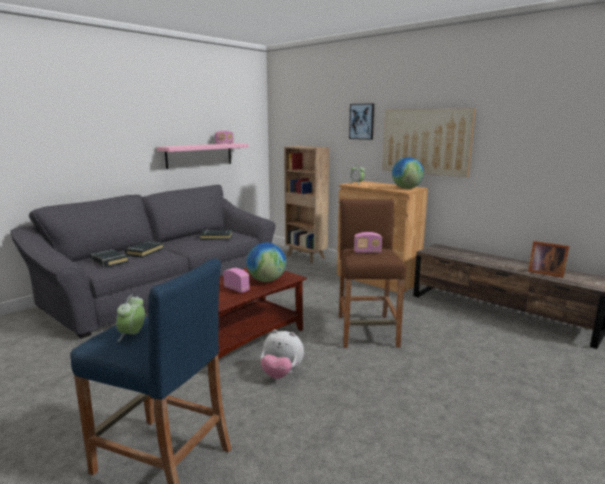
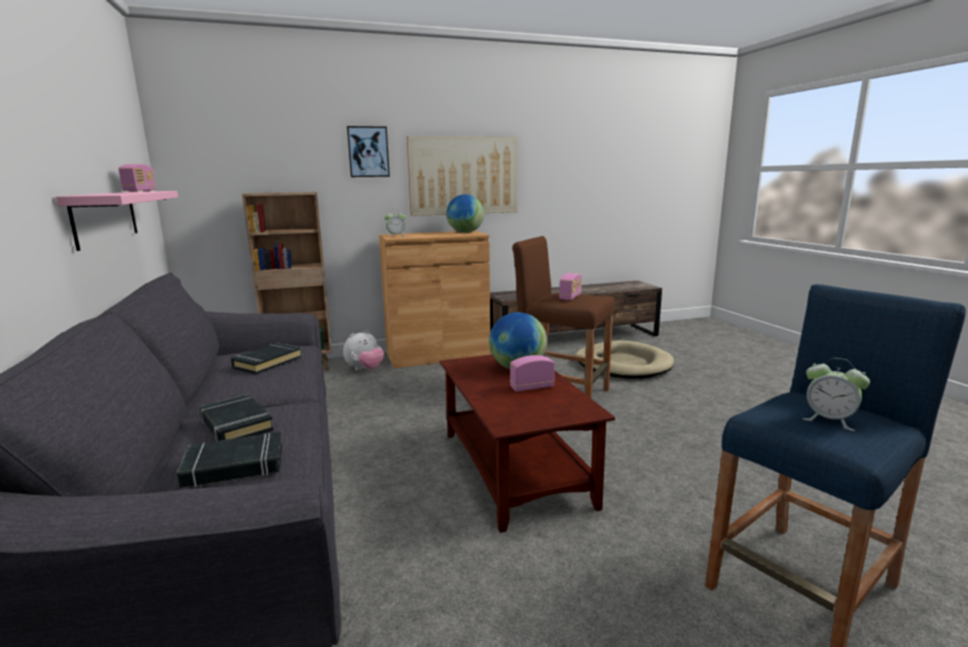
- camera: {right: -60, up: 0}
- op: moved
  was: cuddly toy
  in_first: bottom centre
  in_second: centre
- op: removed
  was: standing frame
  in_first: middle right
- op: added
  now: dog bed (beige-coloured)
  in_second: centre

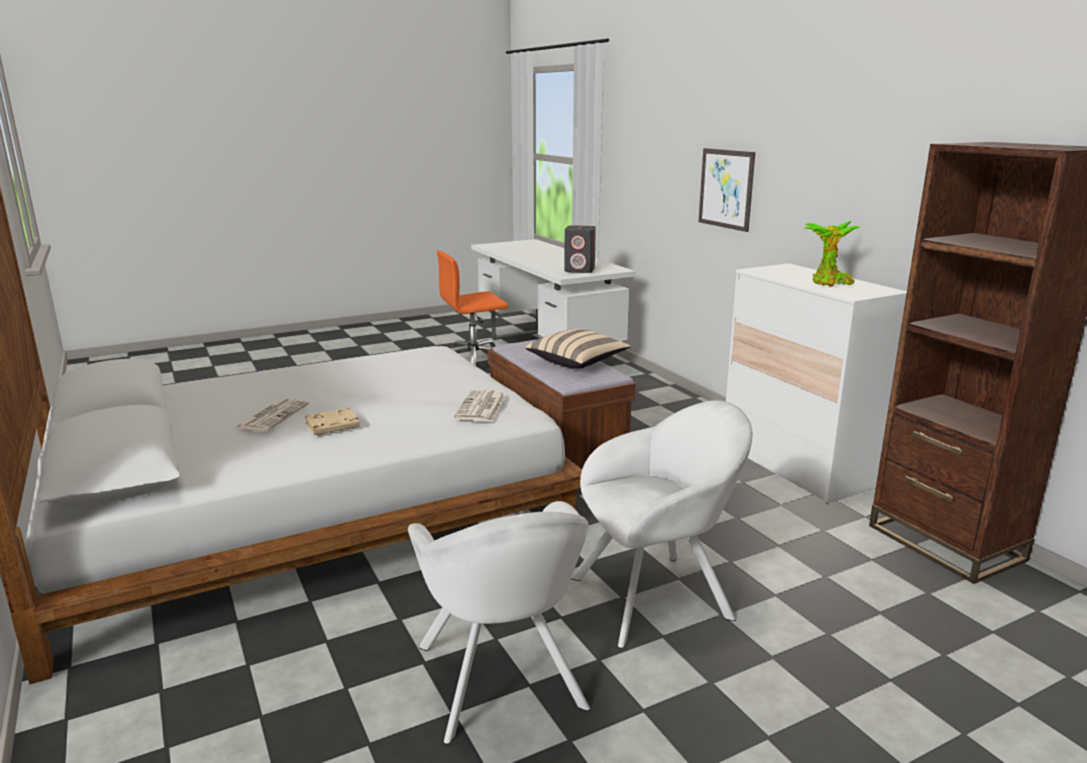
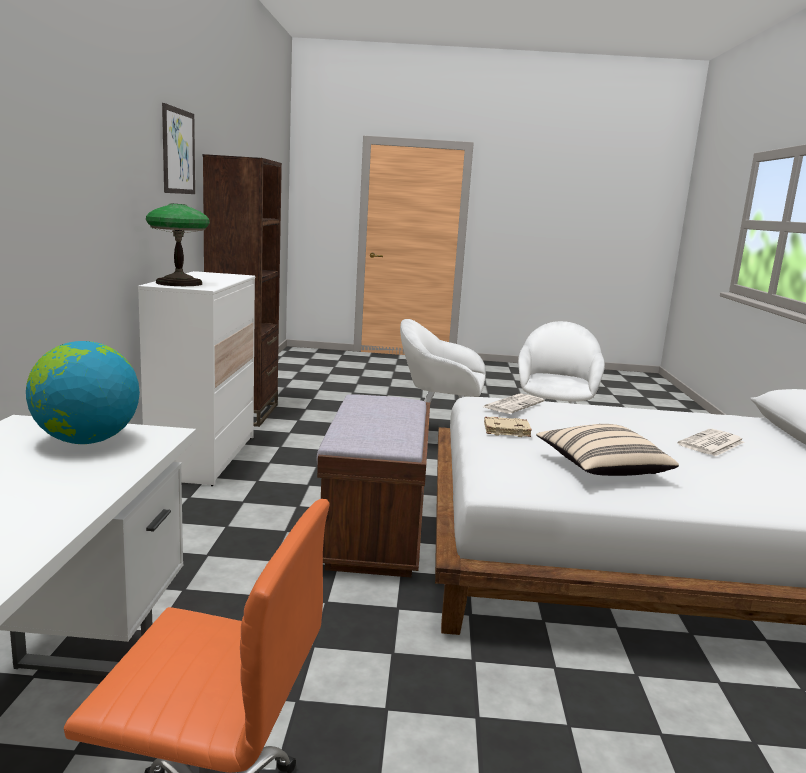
- camera: {right: -150, up: -5}
- op: moved
  was: volume (beige-coloured)
  in_first: middle left
  in_second: centre
- op: moved
  was: throw pillow (beige-coloured)
  in_first: centre
  in_second: middle right
- op: replaced
  was: audio speaker (grey)
  now: desk globe
  in_first: top centre
  in_second: middle left
- op: moved
  was: picture
  in_first: top right
  in_second: top left
- op: removed
  was: potted plant
  in_first: top right
- op: added
  now: lamp for a table
  in_second: top left

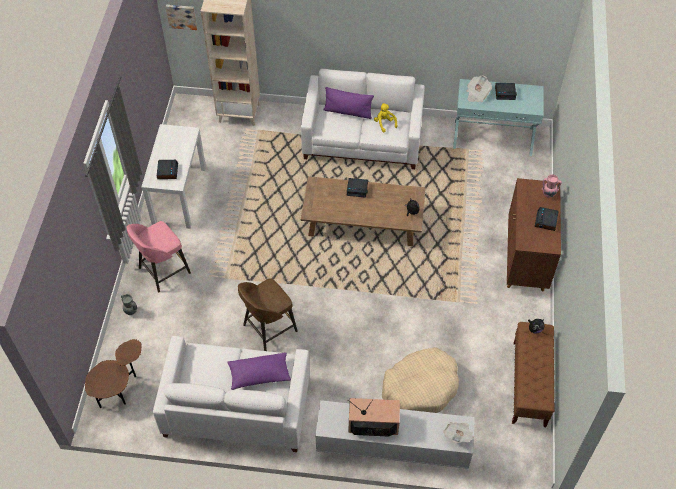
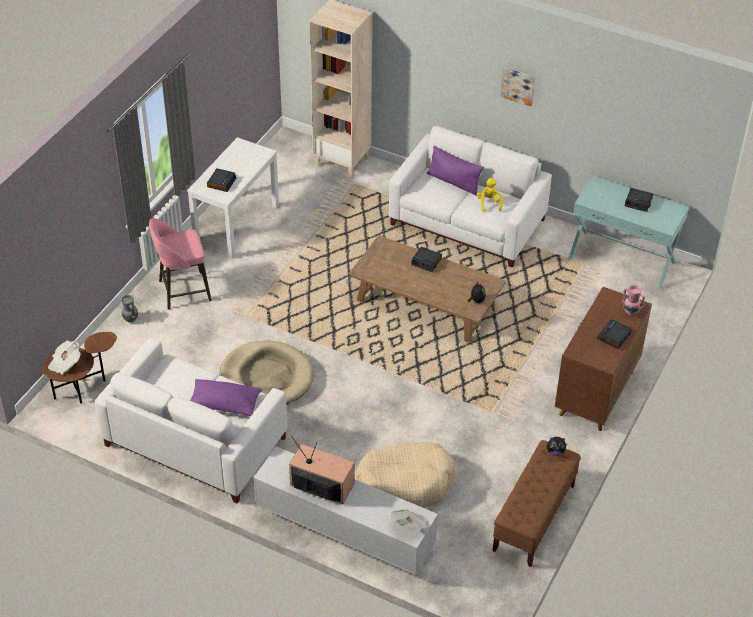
- camera: {right: 20, up: -10}
- op: moved
  was: picture
  in_first: top left
  in_second: top right
- op: replaced
  was: stool seat (brownish)
  now: dog bed (beige-coloured) (1st from left)
  in_first: centre
  in_second: centre
- op: moved
  was: daily paper (2nd from left in the first image)
  now: daily paper (1st from left)
  in_first: top right
  in_second: middle left

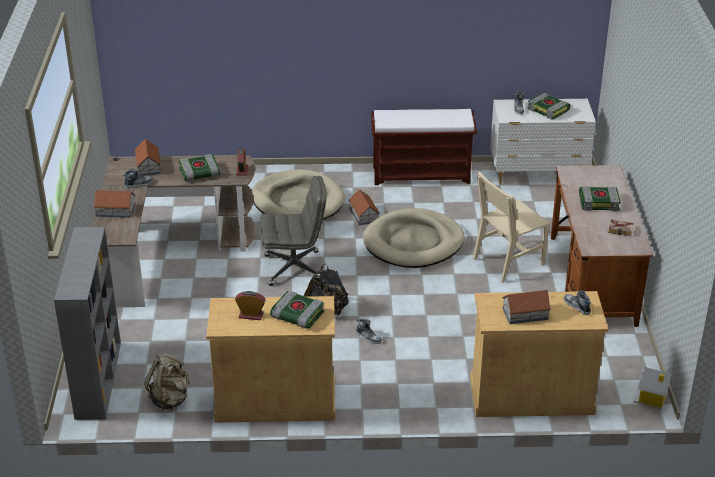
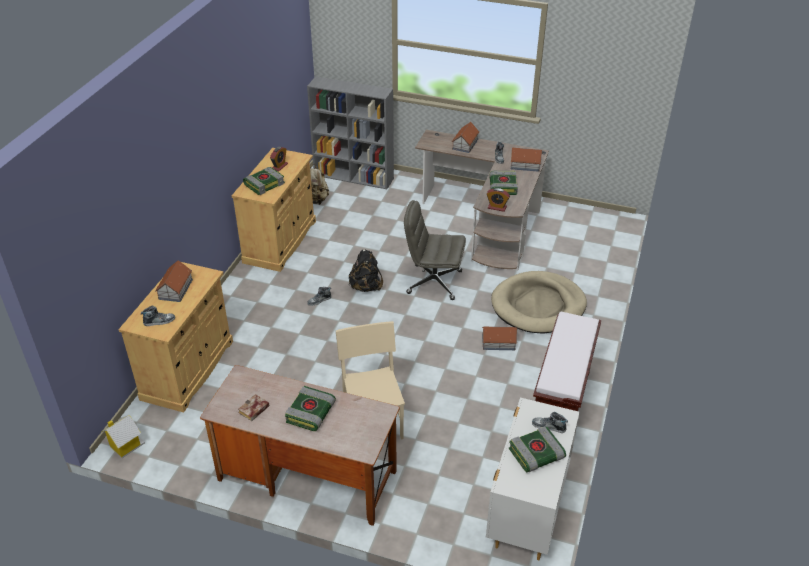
- camera: {right: 110, up: 5}
- op: turned
  was: computer chair (grey)
  in_first: centre
  in_second: centre
  clockwise: 90
- op: removed
  was: dog bed (beige-coloured) (2nd from left)
  in_first: centre

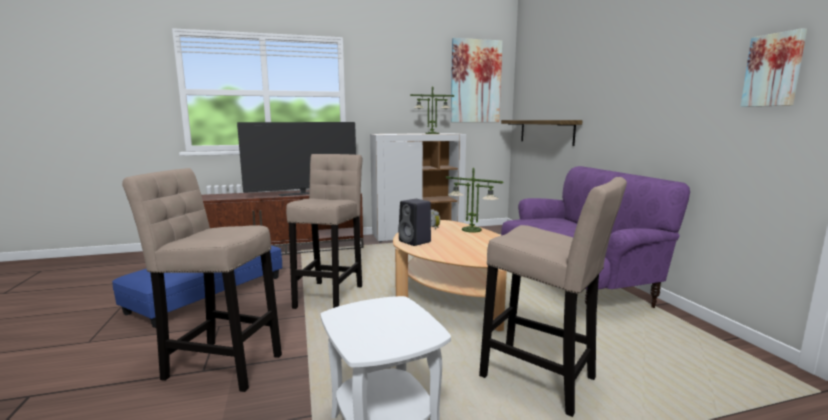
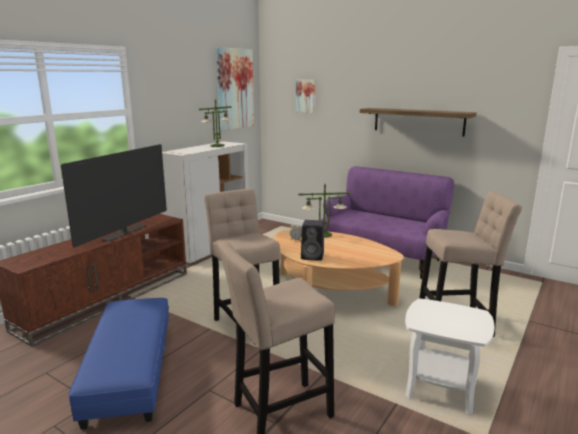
- camera: {right: -40, up: 5}
- op: moved
  was: shelf
  in_first: top centre
  in_second: top right
- op: moved
  was: picture (2nd from left)
  in_first: top right
  in_second: top centre

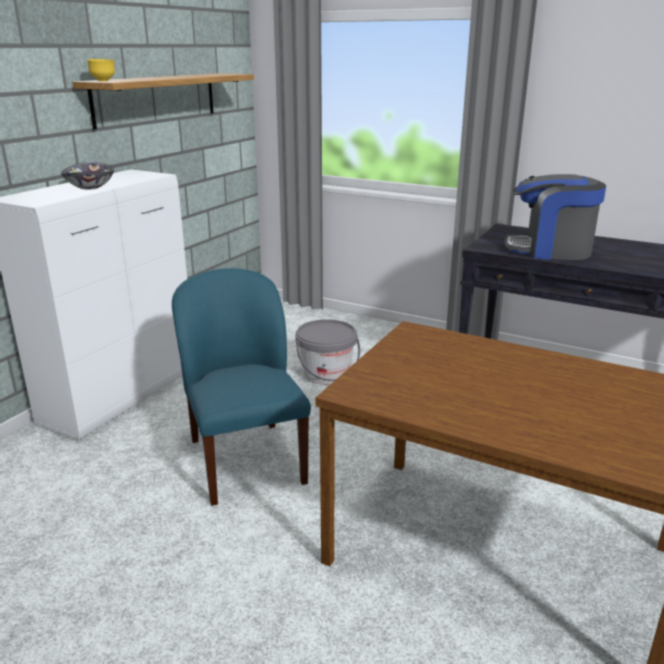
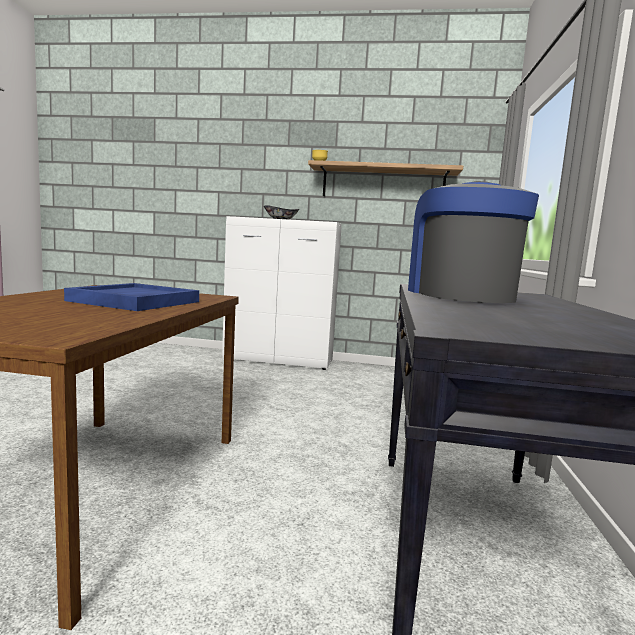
- camera: {right: 70, up: -15}
- op: removed
  was: plain chair (bluish)
  in_first: centre
- op: removed
  was: bucket (grey)
  in_first: centre
- op: added
  now: serving tray (bluish)
  in_second: middle left

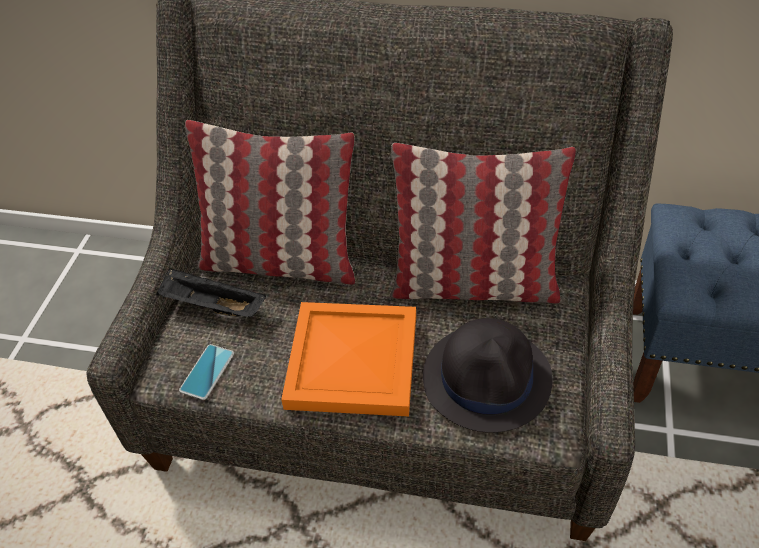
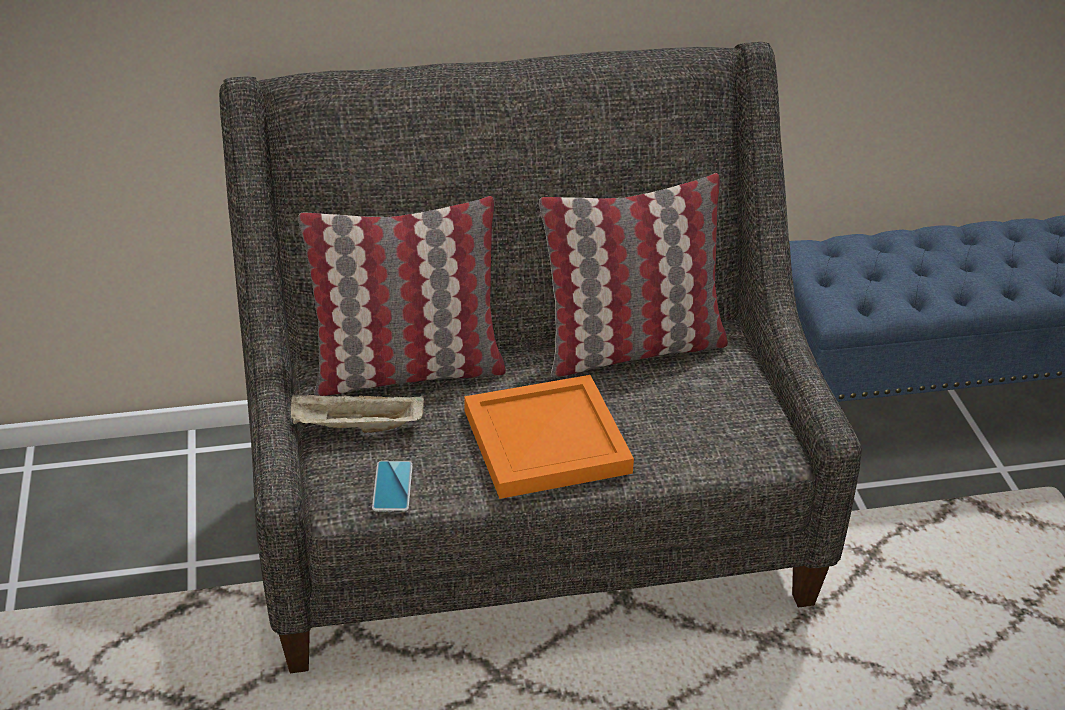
- camera: {right: -25, up: -10}
- op: recoloured
  was: serving tray (black-coloured)
  now: serving tray (beige-coloured)
  in_first: middle left
  in_second: centre
- op: removed
  was: clothing hat (black-coloured)
  in_first: bottom centre

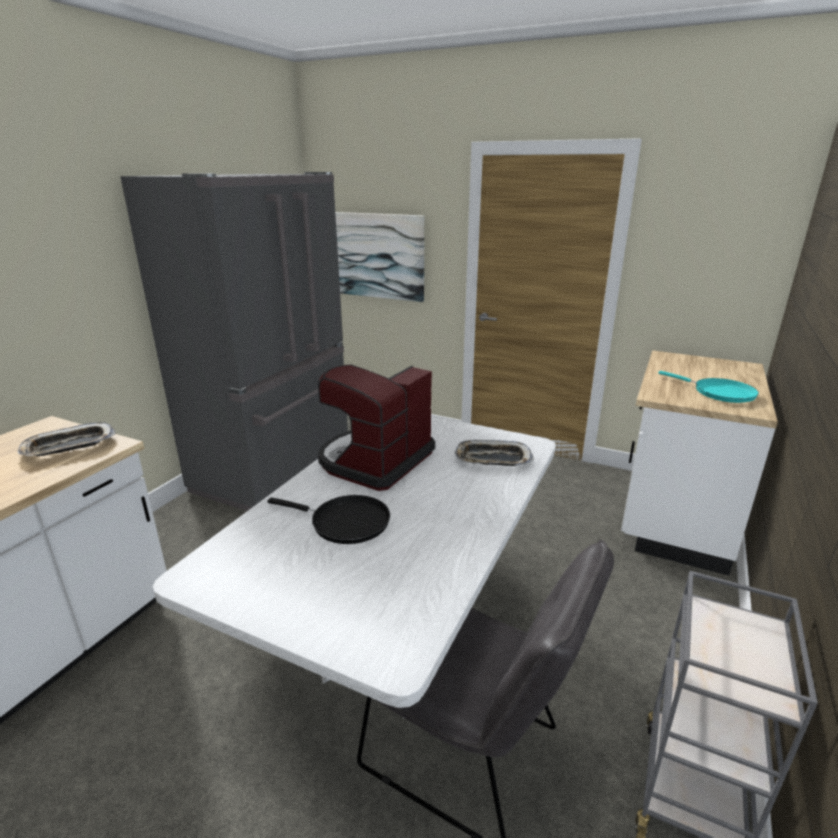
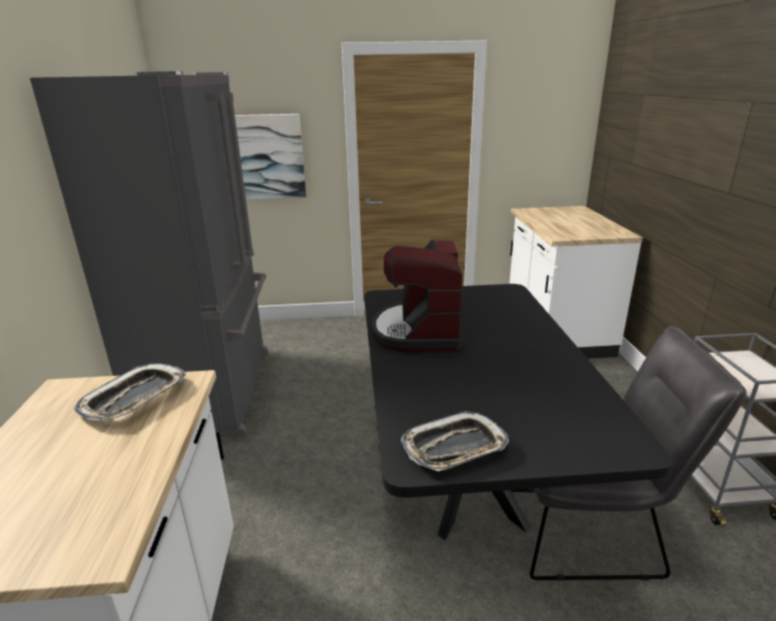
- camera: {right: -30, up: 0}
- op: recoloured
  was: dining table (white-coloured)
  now: dining table (black-coloured)
  in_first: bottom centre
  in_second: middle right
- op: removed
  was: skillet (black-coloured)
  in_first: centre
- op: moved
  was: serving tray (2nd from left)
  in_first: centre
  in_second: bottom centre
- op: removed
  was: skillet (blue-green)
  in_first: middle right

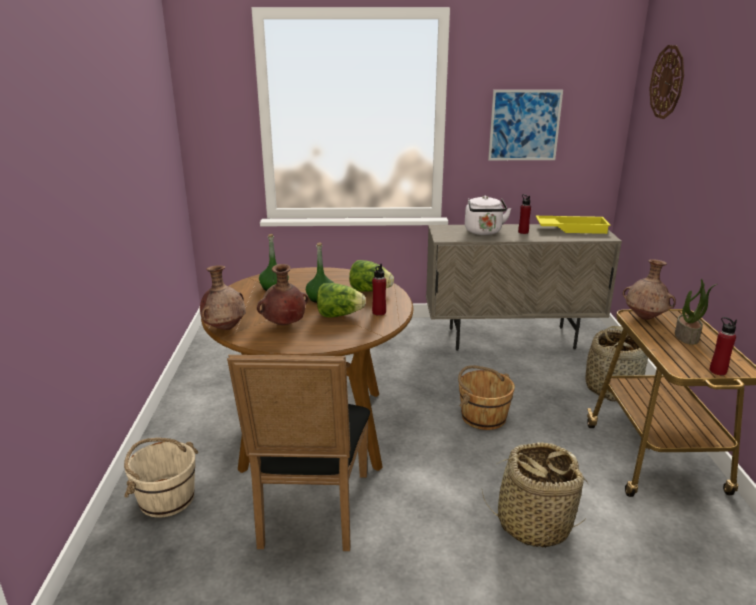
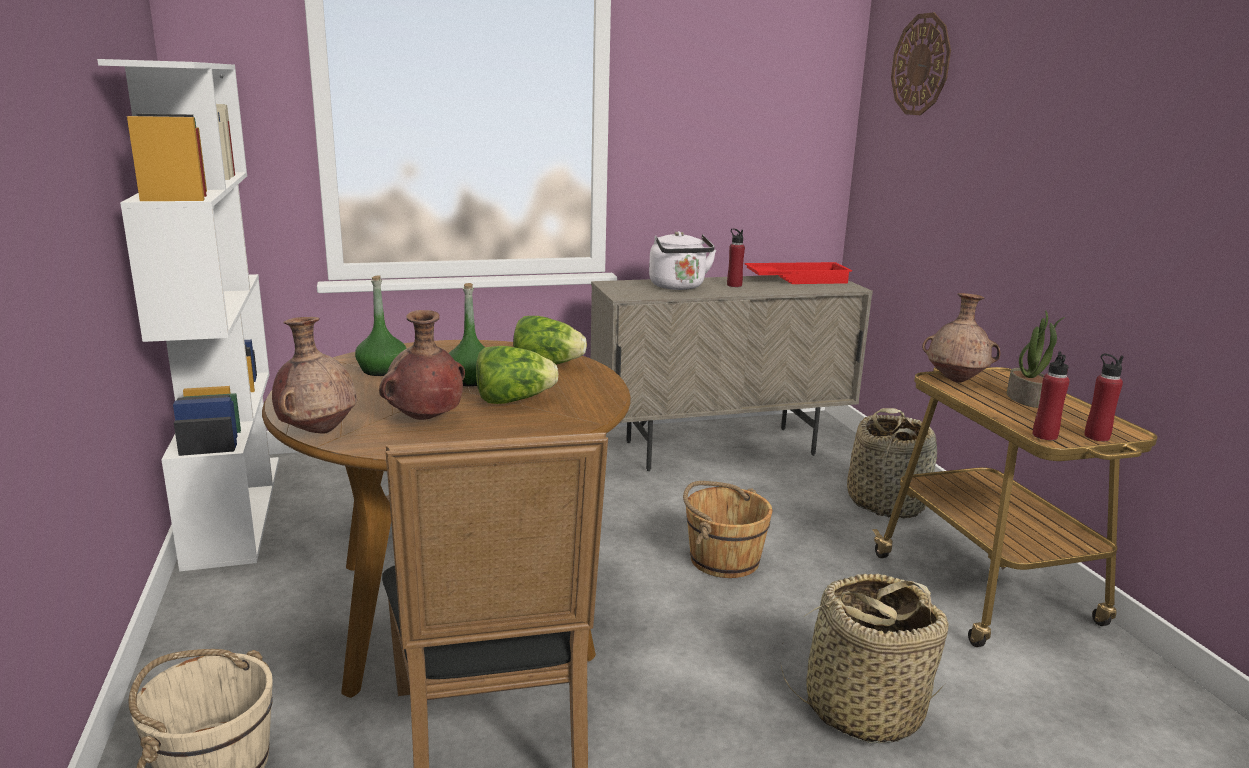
- camera: {right: -15, up: -5}
- op: moved
  was: drink bottle (reddish) (1st from left in the first image)
  now: drink bottle (reddish) (2nd from left)
  in_first: centre
  in_second: middle right
- op: removed
  was: picture
  in_first: top right
- op: recoloured
  was: serving tray (yellow)
  now: serving tray (reddish)
  in_first: middle right
  in_second: centre
- op: added
  now: shelving unit (white-coloured)
  in_second: middle left

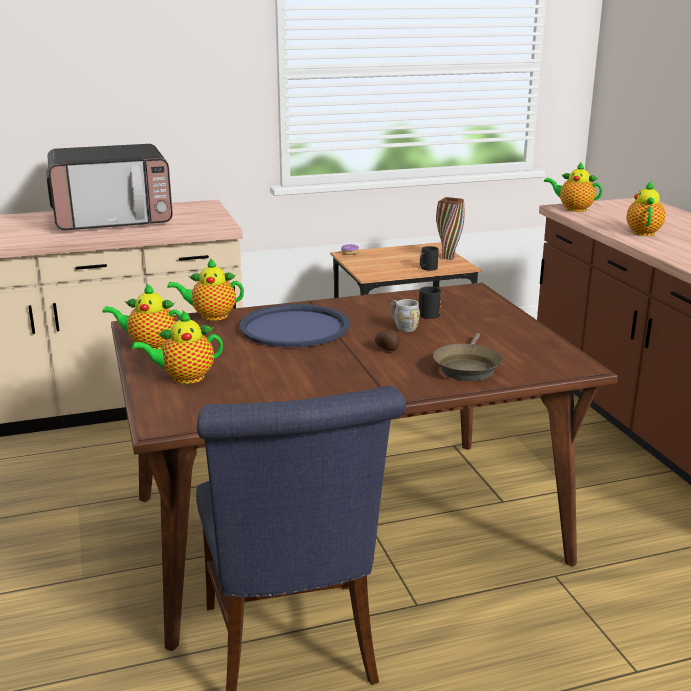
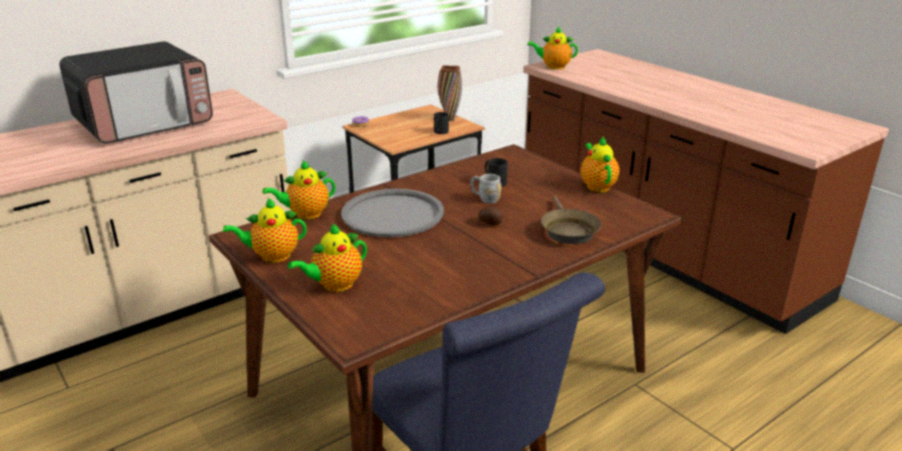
- camera: {right: -20, up: 5}
- op: recoloured
  was: serving tray (bluish)
  now: serving tray (grey)
  in_first: centre
  in_second: centre
- op: moved
  was: tea pot (5th from left)
  in_first: top right
  in_second: centre

